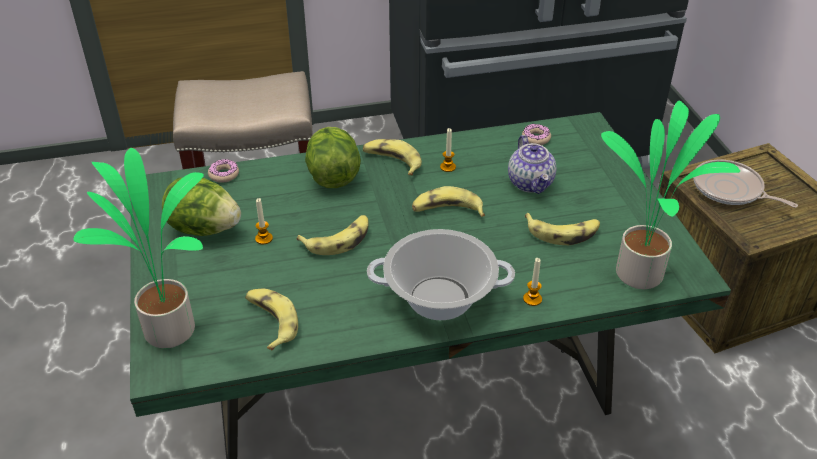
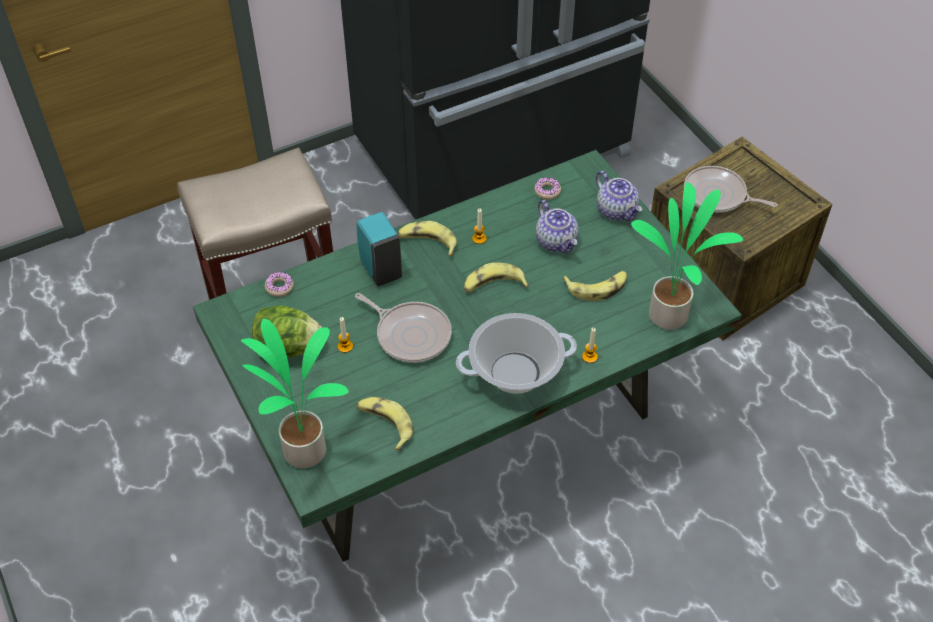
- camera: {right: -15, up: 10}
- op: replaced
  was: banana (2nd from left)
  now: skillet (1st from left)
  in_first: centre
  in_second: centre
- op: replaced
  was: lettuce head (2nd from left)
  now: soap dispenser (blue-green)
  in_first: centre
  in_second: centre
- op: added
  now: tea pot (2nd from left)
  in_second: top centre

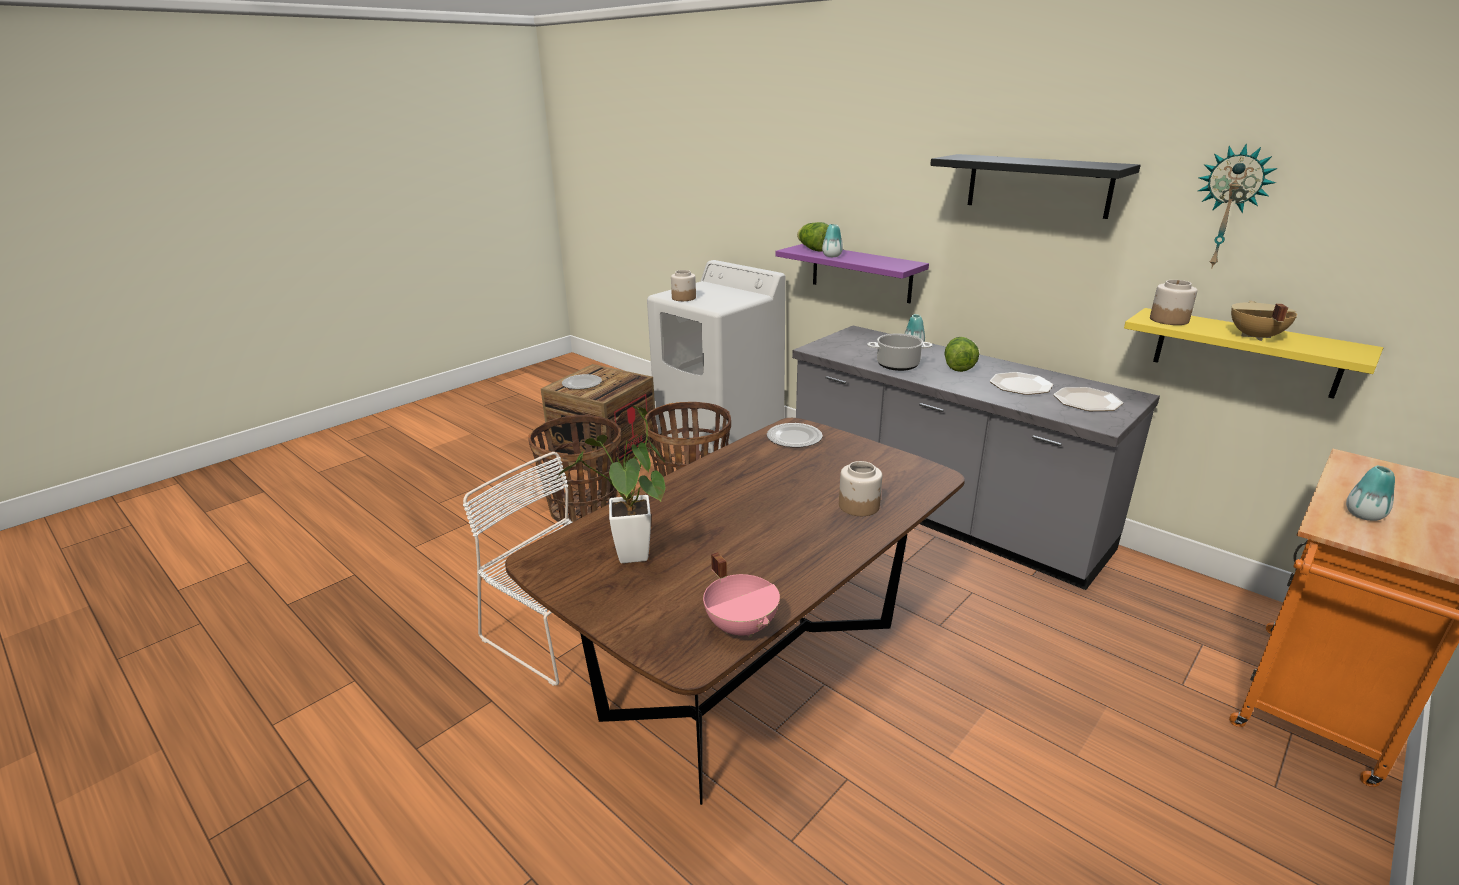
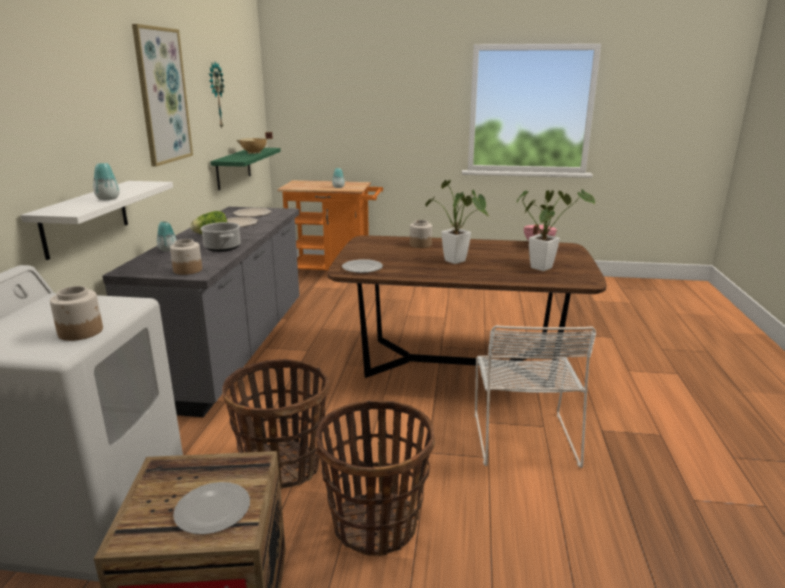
- camera: {right: -125, up: -5}
- op: recoloured
  was: shelf (purplish)
  now: shelf (white-coloured)
  in_first: top centre
  in_second: middle left
- op: removed
  was: lettuce head (1st from left)
  in_first: top centre
- op: replaced
  was: shelf (black-coloured)
  now: picture
  in_first: top right
  in_second: top left
- op: recoloured
  was: shelf (yellow)
  now: shelf (green)
  in_first: middle right
  in_second: top left
- op: moved
  was: jar (3rd from left in the first image)
  now: jar (2nd from left)
  in_first: middle right
  in_second: middle left
- op: added
  now: potted plant (1st from left)
  in_second: centre

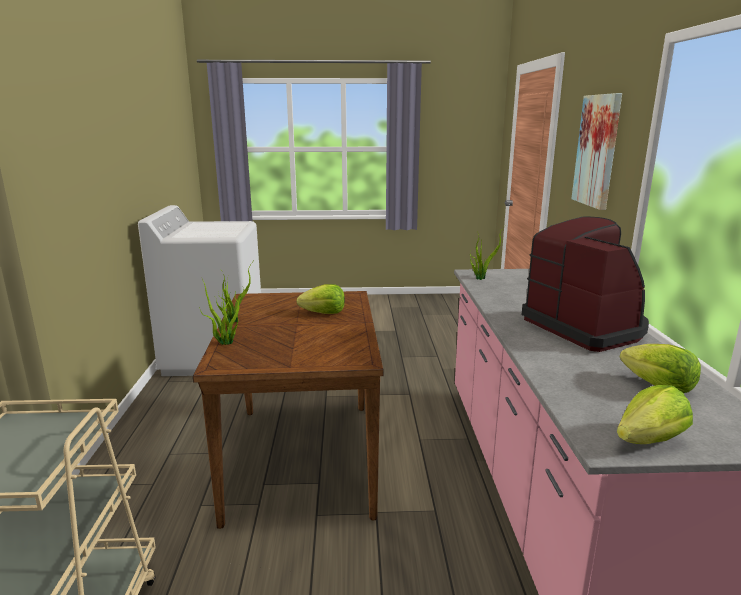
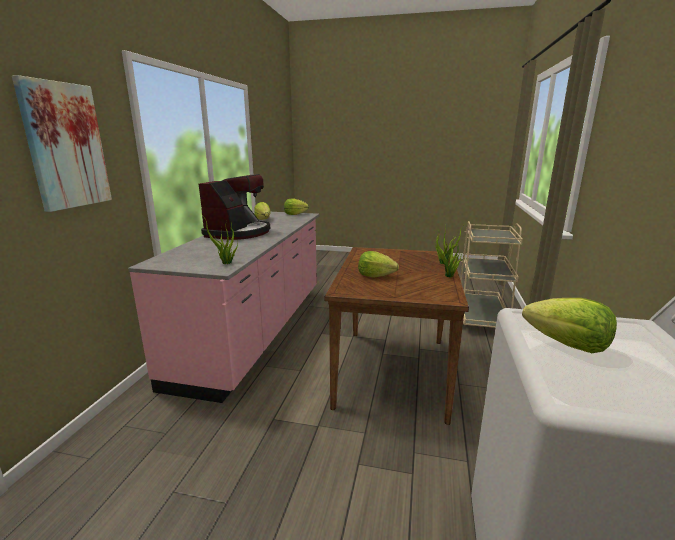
- camera: {right: -165, up: 0}
- op: turned
  was: coffee maker
  in_first: middle right
  in_second: centre
  clockwise: -150
- op: added
  now: lettuce head (4th from left)
  in_second: middle right

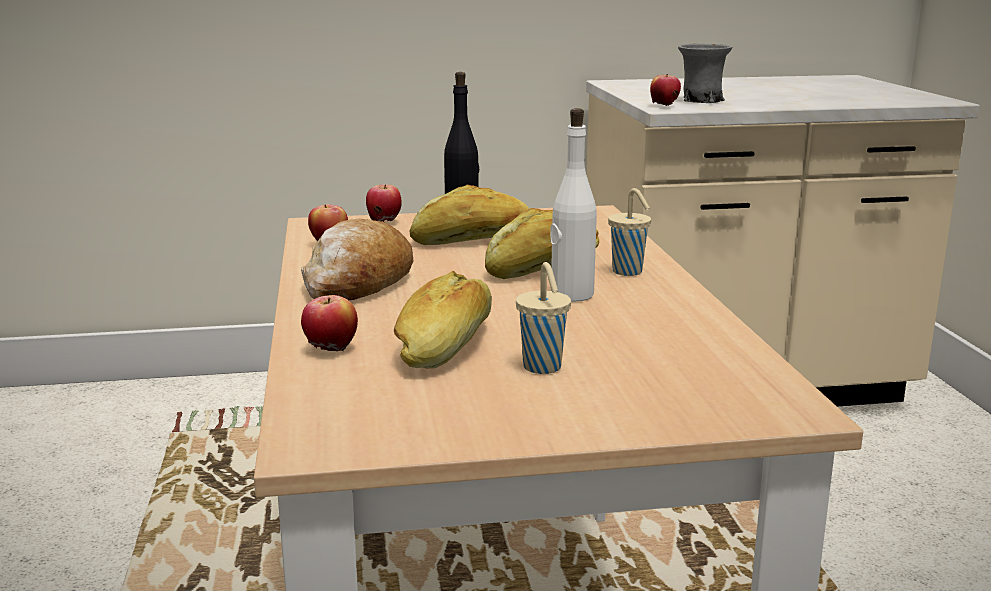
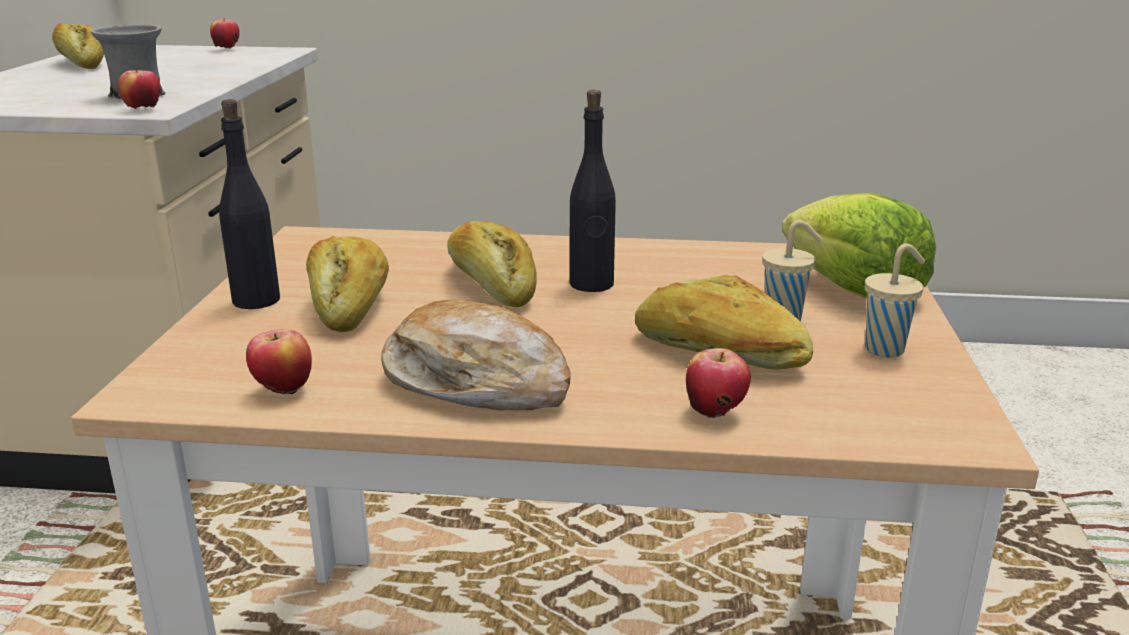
- camera: {right: -75, up: 5}
- op: moved
  was: whole apple (3rd from left in the first image)
  now: whole apple (2nd from left)
  in_first: centre
  in_second: top left
- op: recoloured
  was: drink bottle (white-coloured)
  now: drink bottle (black-coloured) (2nd from left)
  in_first: centre
  in_second: top centre
- op: moved
  was: cup (beige-coloured) (2nd from left)
  in_first: centre
  in_second: middle right
- op: added
  now: baked bread (1st from left)
  in_second: top left
- op: added
  now: lettuce head
  in_second: middle right

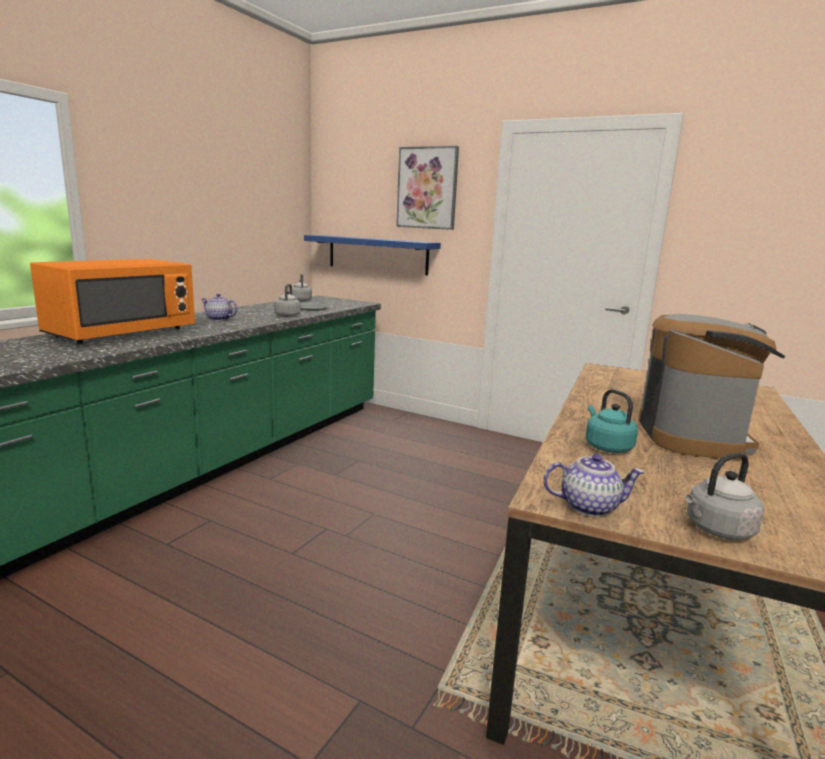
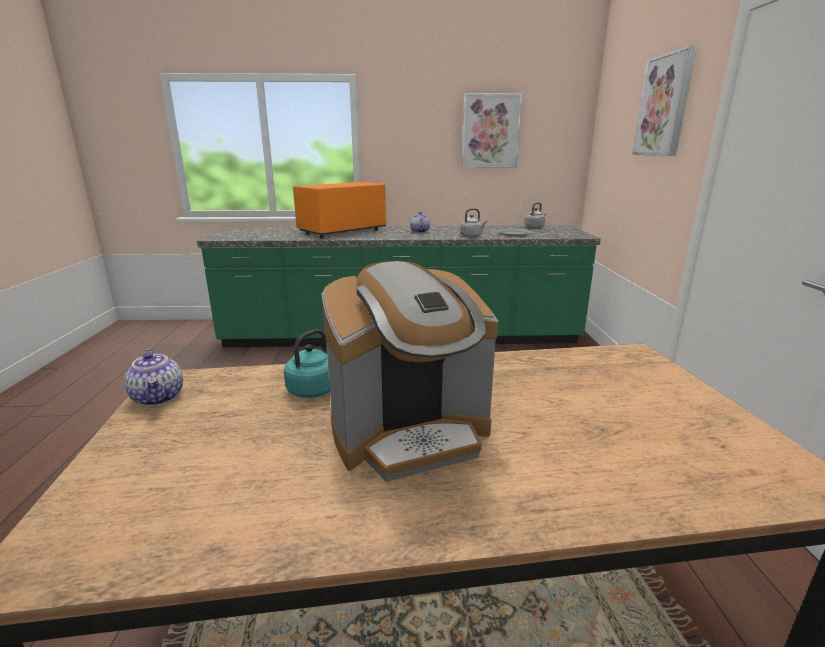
- camera: {right: 60, up: 5}
- op: turned
  was: kitchen microwave (orangey)
  in_first: middle left
  in_second: top centre
  clockwise: 135
- op: removed
  was: shelf (bluish)
  in_first: centre
- op: removed
  was: tea kettle (grey) (3rd from left)
  in_first: middle right
- op: added
  now: picture (1st from left)
  in_second: top centre

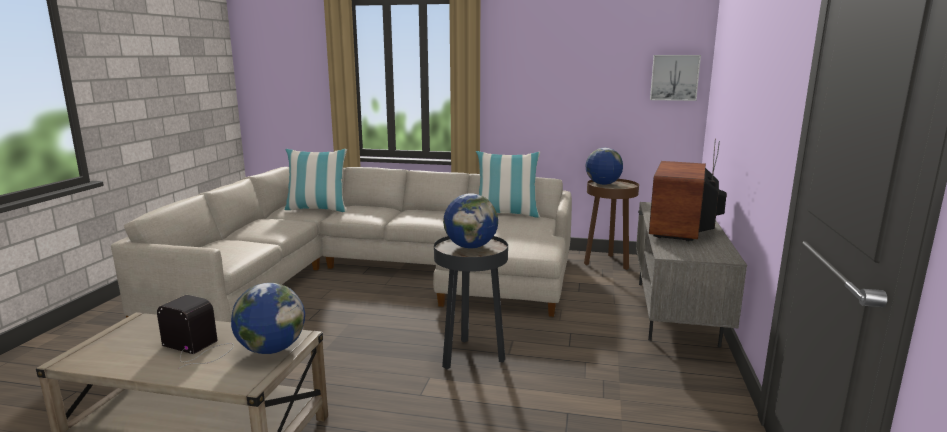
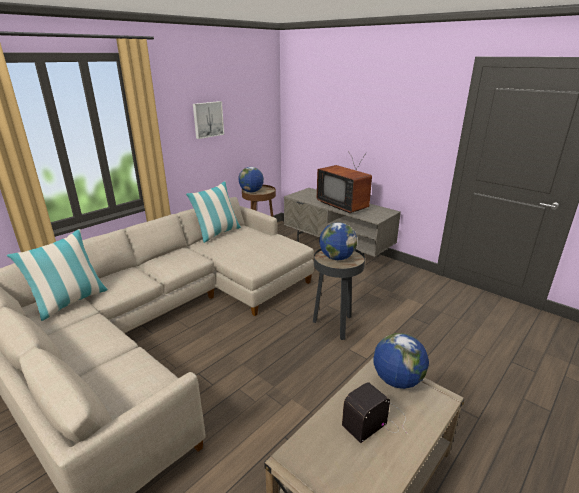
- camera: {right: -60, up: 10}
- op: moved
  was: picture
  in_first: top right
  in_second: top centre

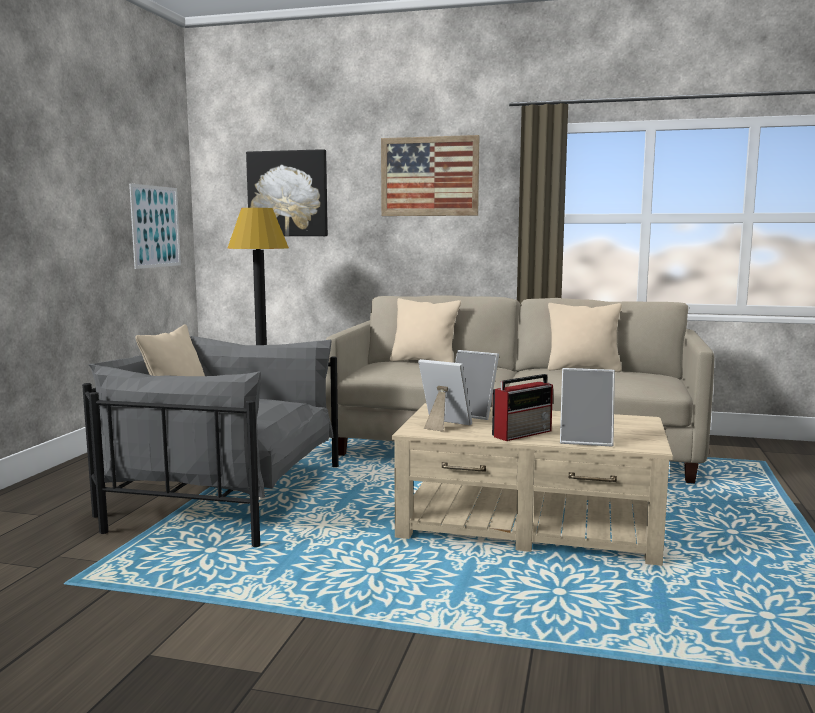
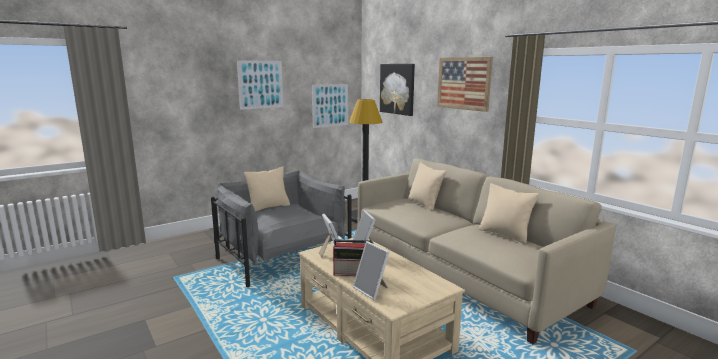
- camera: {right: 40, up: 5}
- op: added
  now: picture (1st from left)
  in_second: top centre

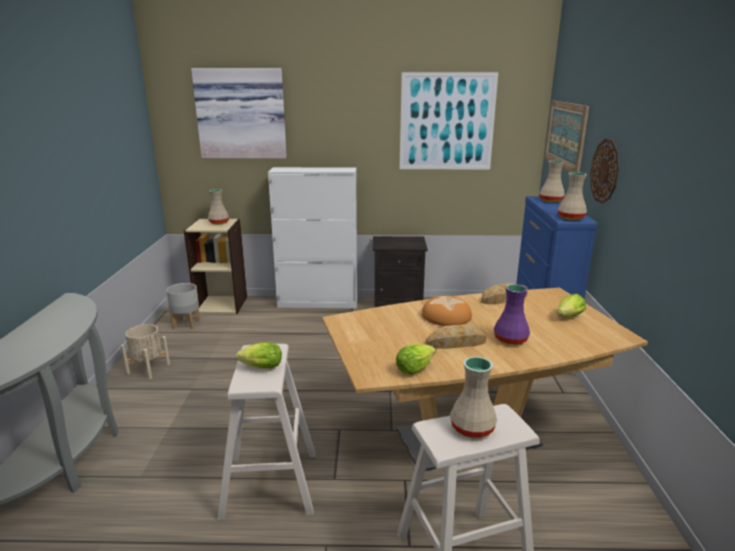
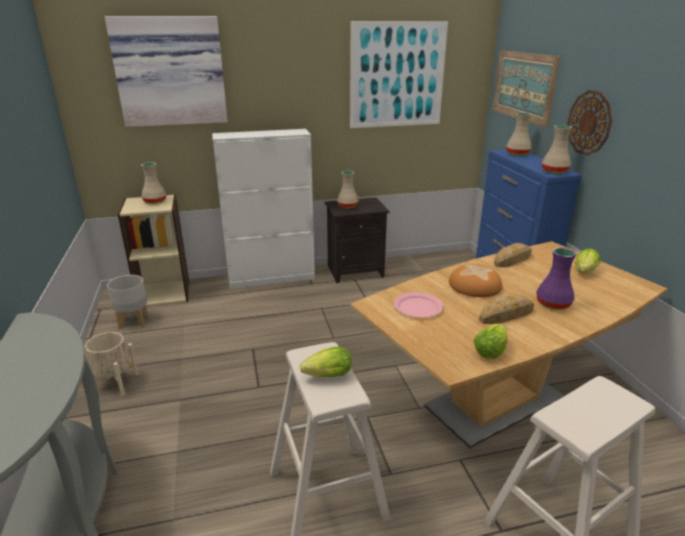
- camera: {right: -15, up: 5}
- op: moved
  was: vase (beige-coloured) (2nd from left)
  in_first: bottom centre
  in_second: centre
- op: added
  now: dinner plate (pinkish)
  in_second: centre

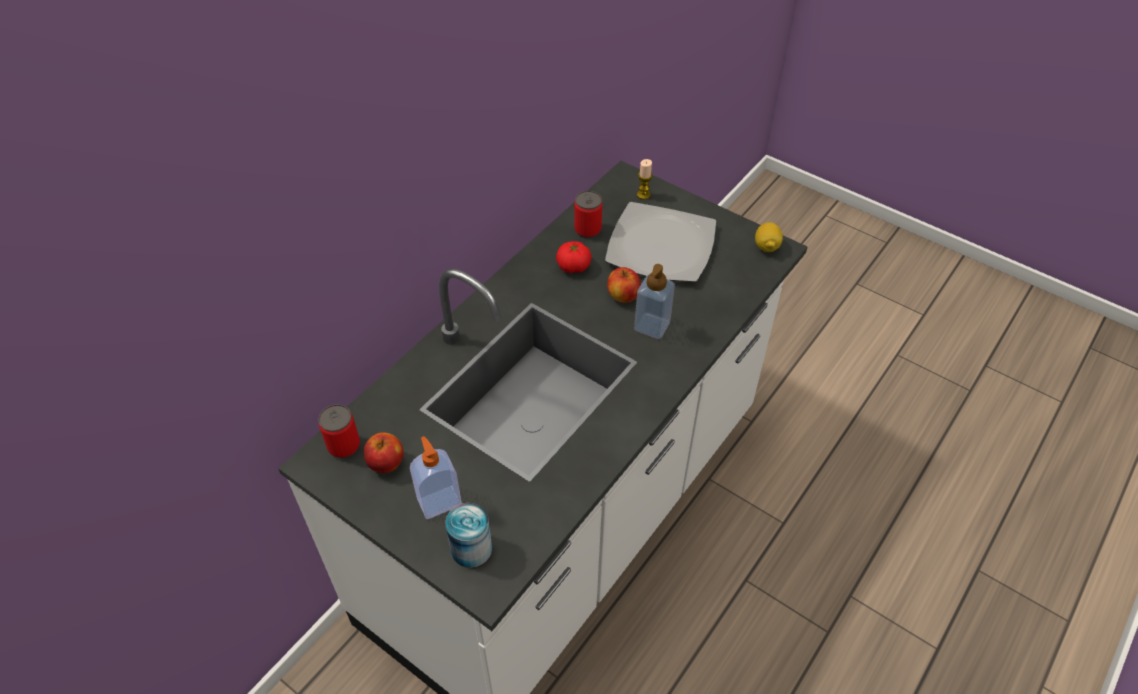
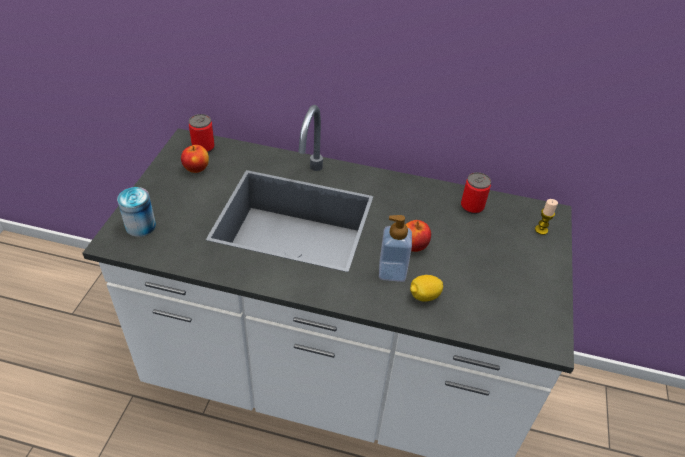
- camera: {right: 65, up: -5}
- op: removed
  was: soap dispenser (1st from left)
  in_first: bottom centre
- op: removed
  was: whole tomato
  in_first: centre
- op: removed
  was: dinner plate
  in_first: centre
- op: moved
  was: lemon
  in_first: middle right
  in_second: centre

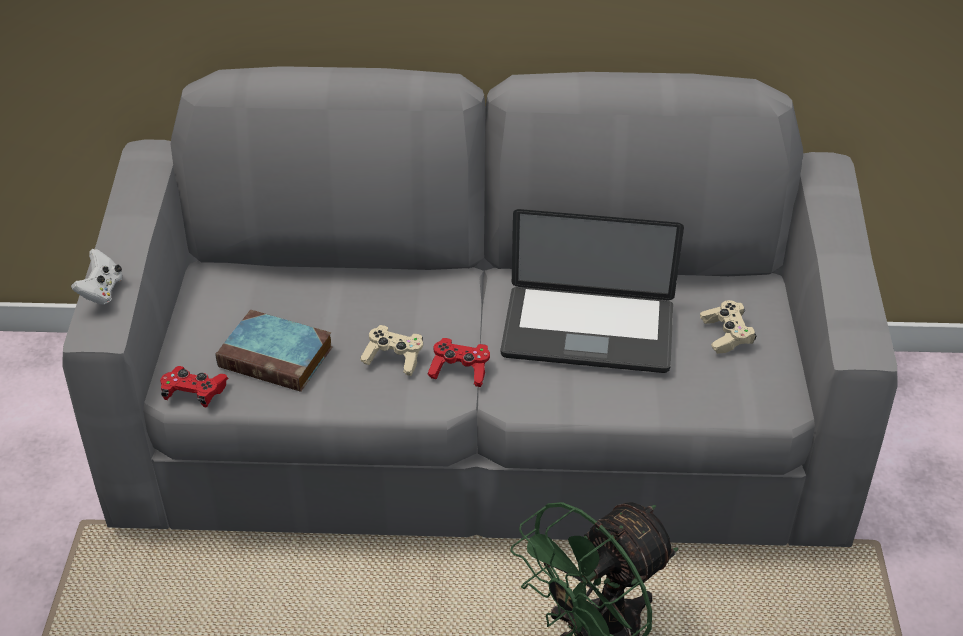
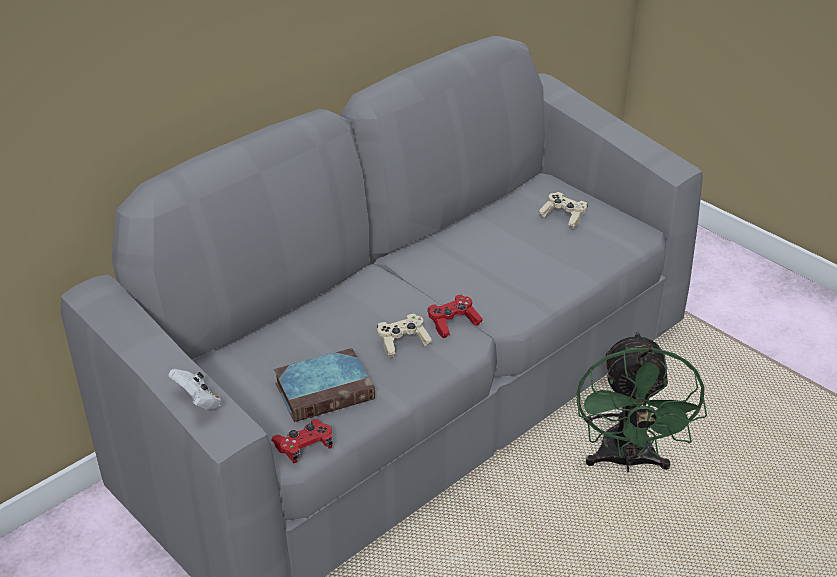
- camera: {right: -45, up: -5}
- op: removed
  was: notebook computer
  in_first: centre

